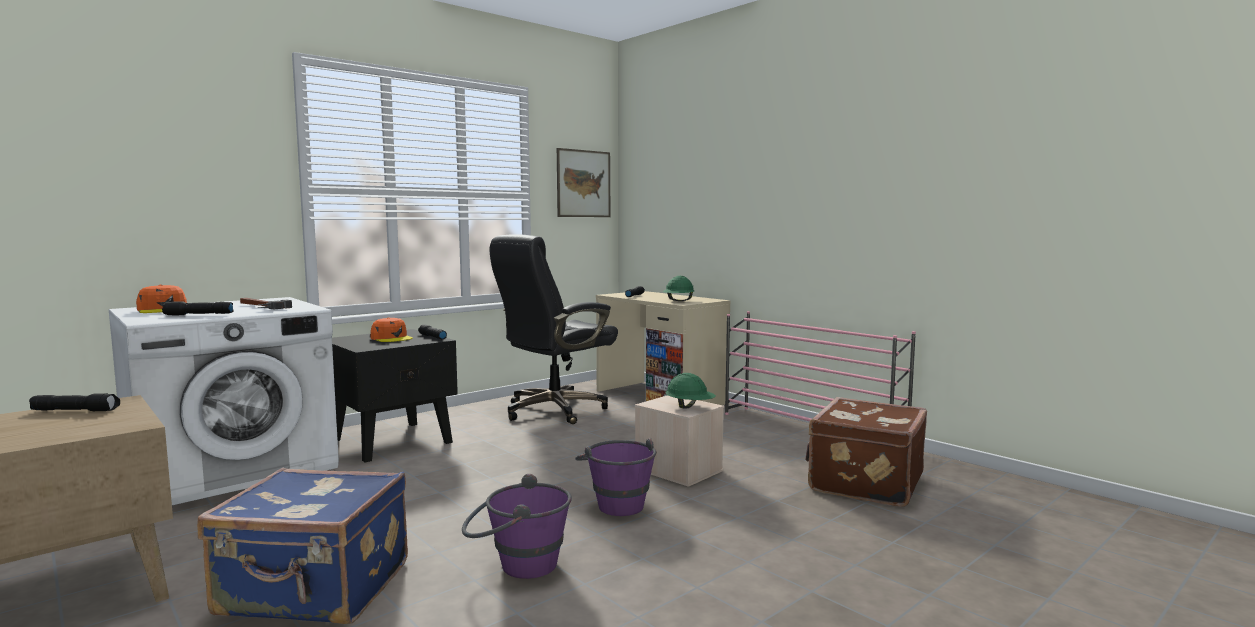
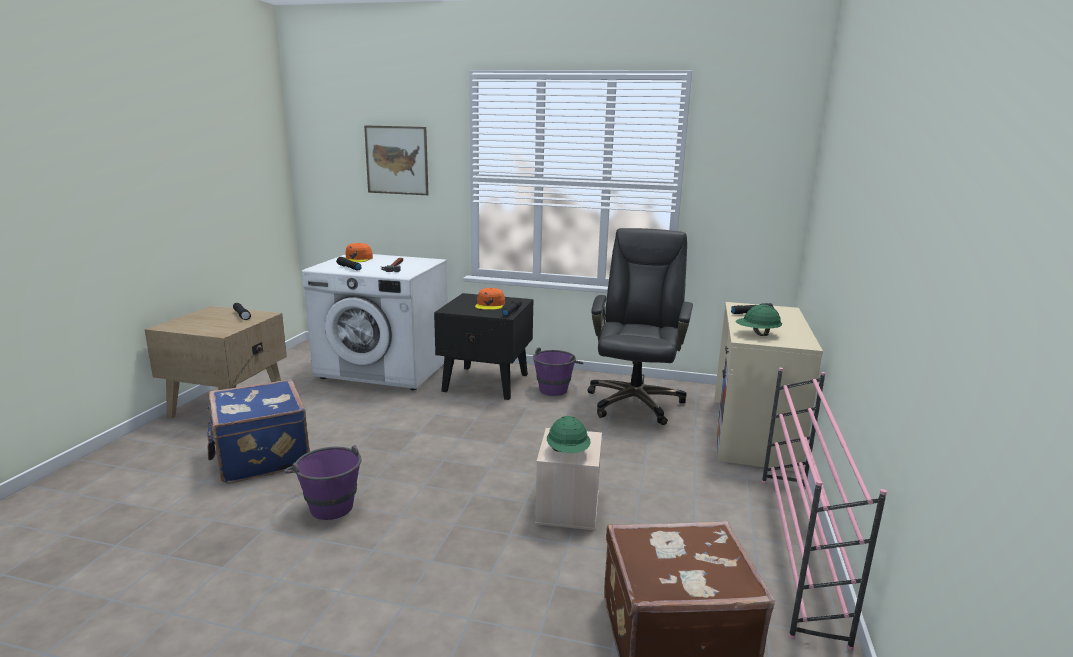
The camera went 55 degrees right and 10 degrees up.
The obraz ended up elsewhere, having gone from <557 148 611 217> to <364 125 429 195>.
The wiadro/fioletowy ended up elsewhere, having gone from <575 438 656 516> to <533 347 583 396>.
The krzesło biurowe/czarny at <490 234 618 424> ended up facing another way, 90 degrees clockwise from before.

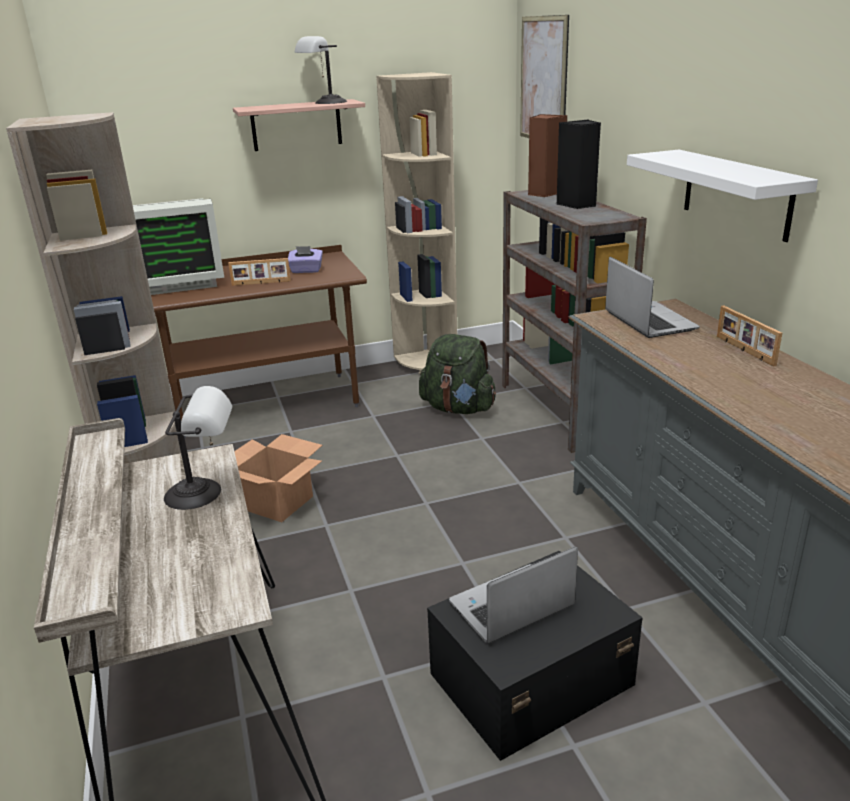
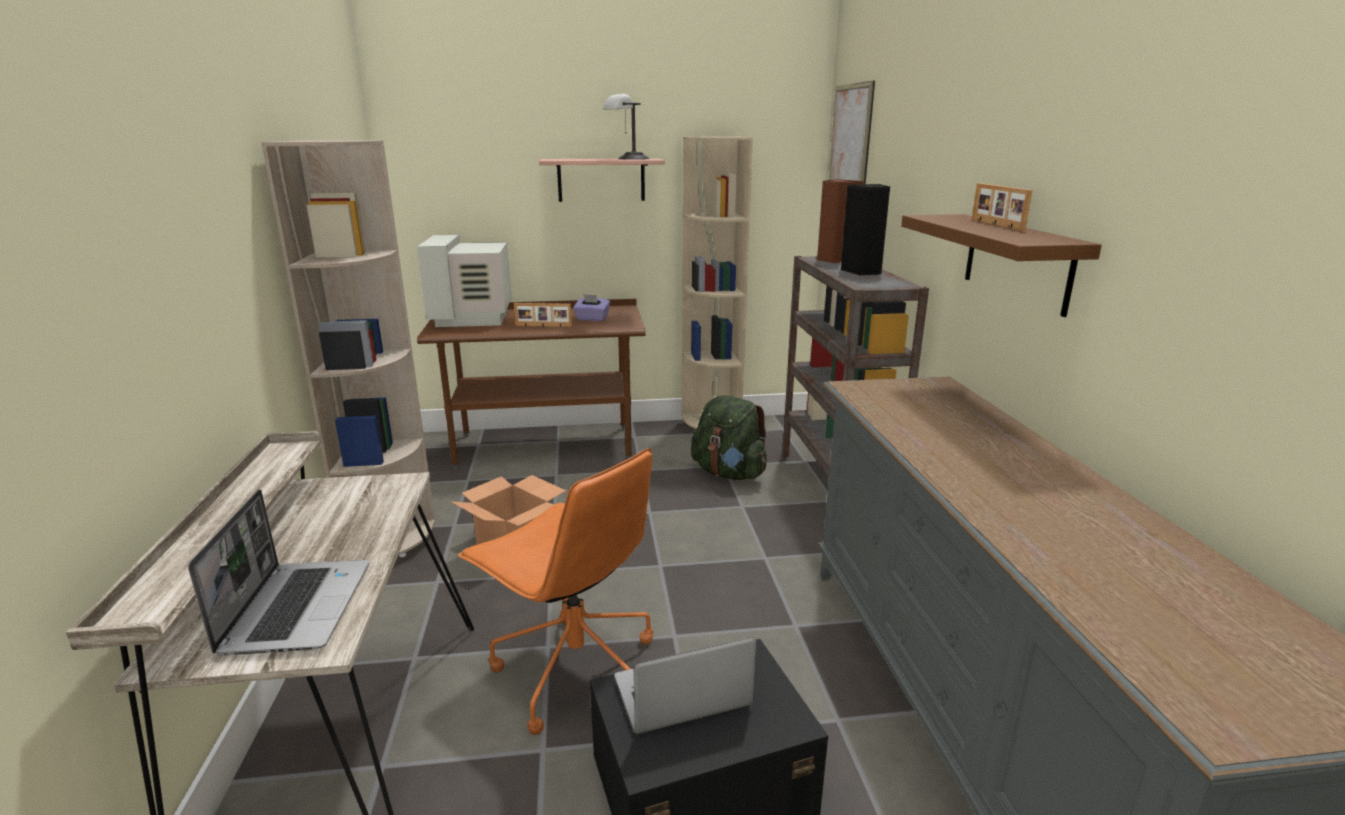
The camera went 10 degrees right and 5 degrees down.
The laptop ended up elsewhere, having gone from <605 257 700 338> to <188 489 369 656>.
The monitor at <133 198 224 295> ended up facing another way, 90 degrees clockwise from before.
The second view gained the krzesło biurowe/pomarańczowy at <458 448 653 735>.
What was the półka/biały at <627 150 818 242> turned into the półka/brązowy at <901 214 1102 317>.
The ramka na zdjęcie ended up elsewhere, having gone from <717 306 782 367> to <972 183 1033 231>.
The second view lost the lampa stołowa at <164 386 232 510>.

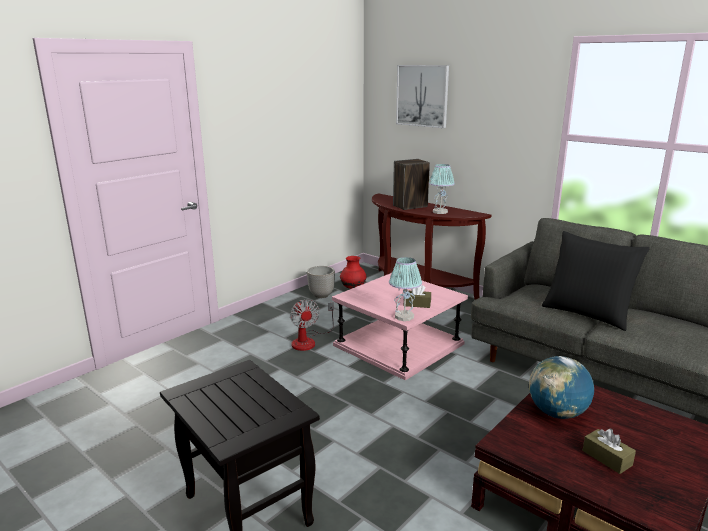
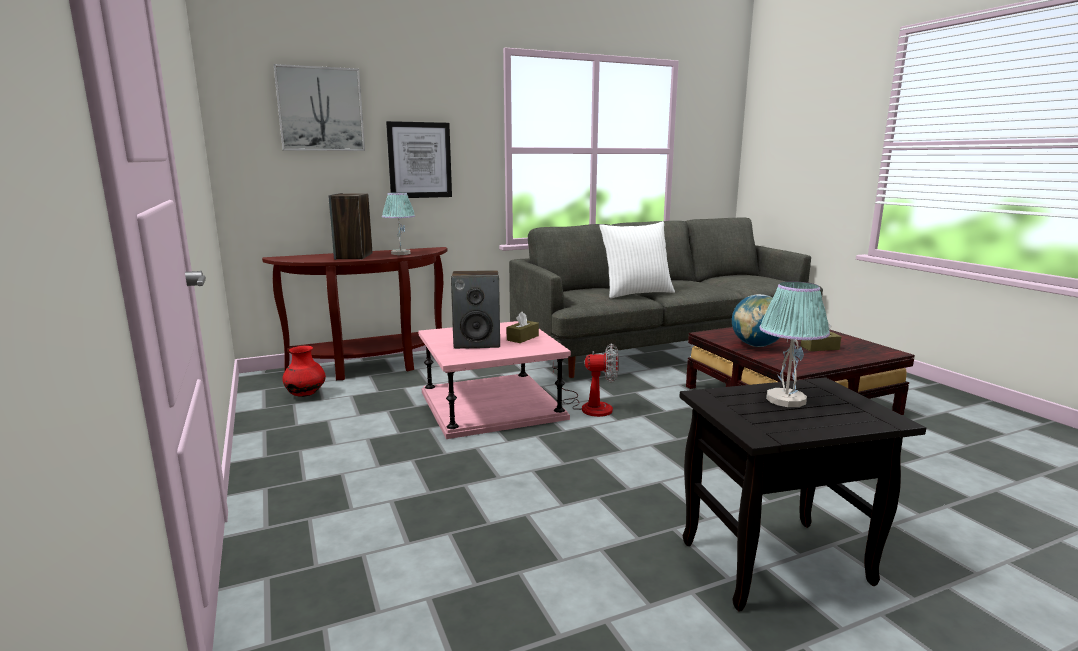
The camera went 65 degrees left and 5 degrees down.
The second view gained the obraz at <386 121 452 198>.
The second view gained the głośnik at <451 270 500 349>.
The wentylator ended up elsewhere, having gone from <290 299 334 351> to <553 344 619 417>.
What was the poduszka/czarny at <542 231 650 331> turned into the poduszka/biały at <599 221 675 299>.
The lampa stołowa ended up elsewhere, having gone from <389 257 422 321> to <759 281 830 407>.
The second view lost the donica at <307 266 335 298>.

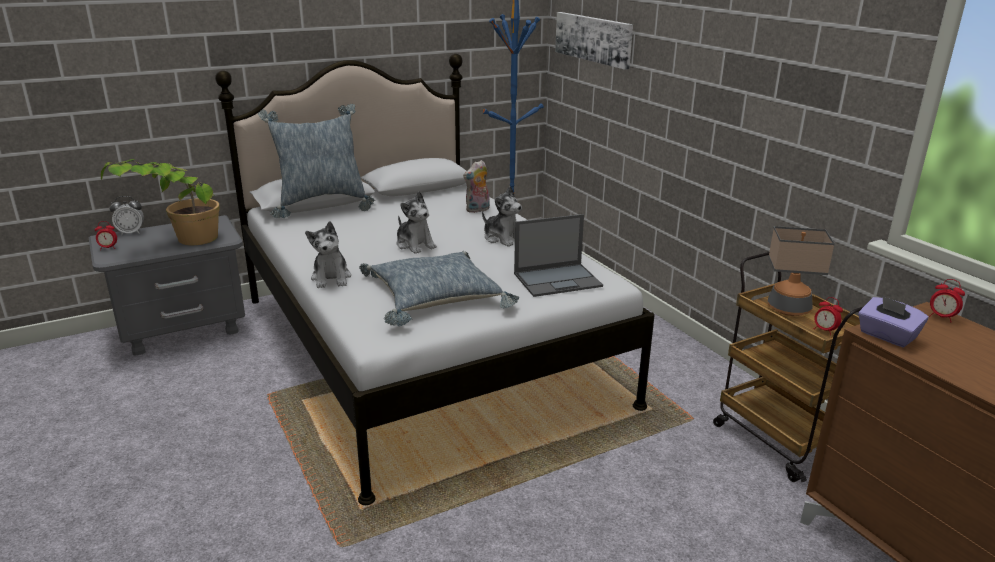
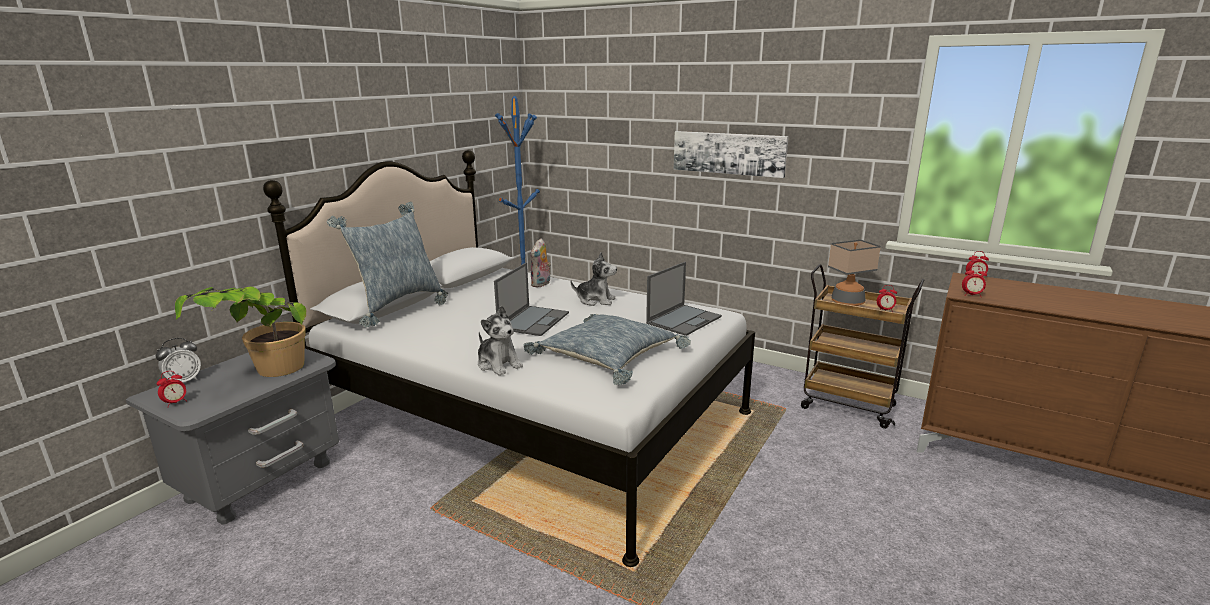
The camera went 30 degrees left and 5 degrees down.
Where the pluszak stood at <397 192 437 254>, the laptop came to stand at <494 263 569 336>.
The obraz ended up elsewhere, having gone from <555 12 633 70> to <674 131 789 178>.
Where the pudełko chusteczek/fioletowy stood at <858 296 929 348>, the budzik came to stand at <962 266 987 296>.

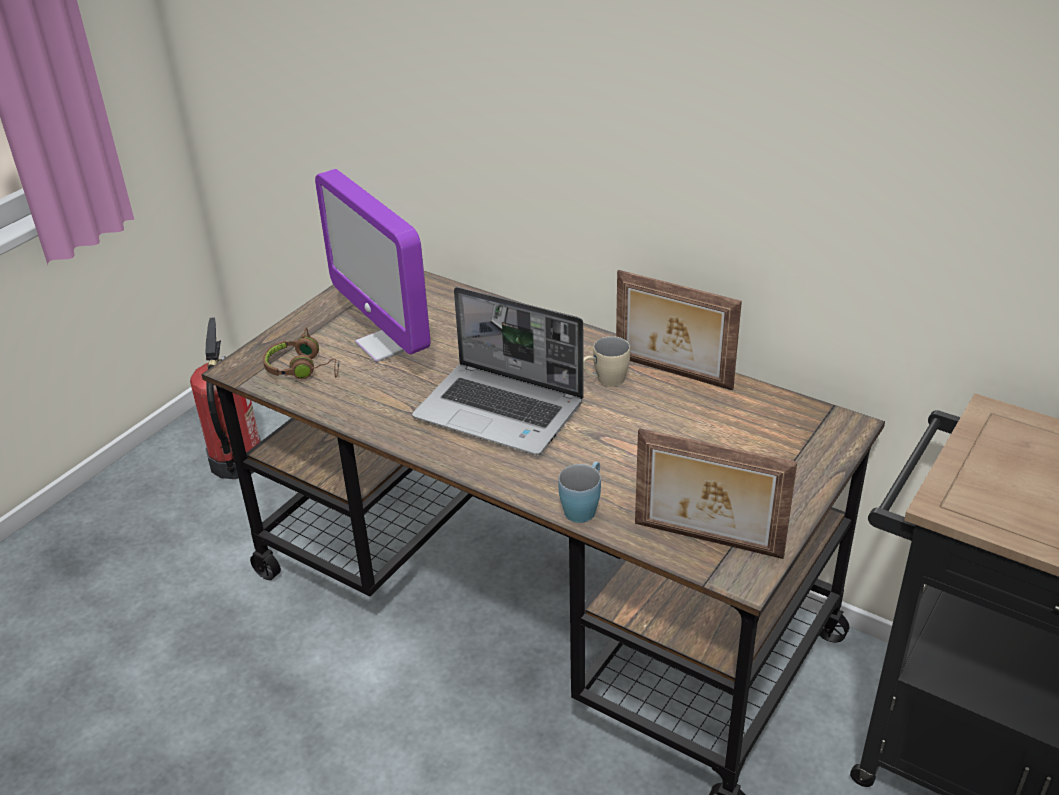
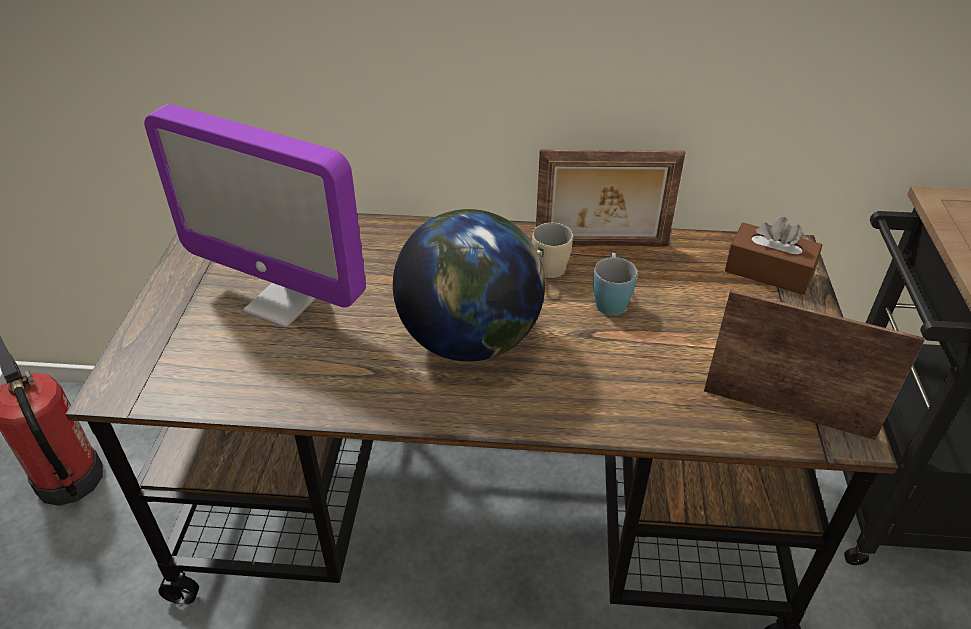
The camera went 30 degrees left and 5 degrees up.
Where the laptop stood at <412 287 584 455>, the globus came to stand at <393 209 545 362>.
The kubek/niebieski ended up elsewhere, having gone from <558 461 601 523> to <593 253 637 315>.
The ramka na zdjęcie at <635 428 797 559> ended up facing another way, 150 degrees counterclockwise from before.
The second view gained the pudełko chusteczek/brązowy at <725 217 822 295>.
The second view lost the słuchawki/brązowy at <263 328 339 379>.

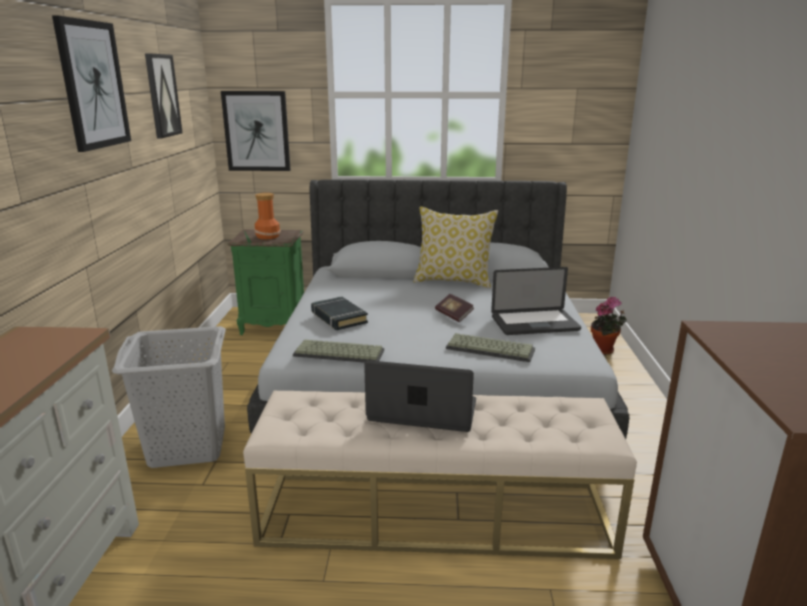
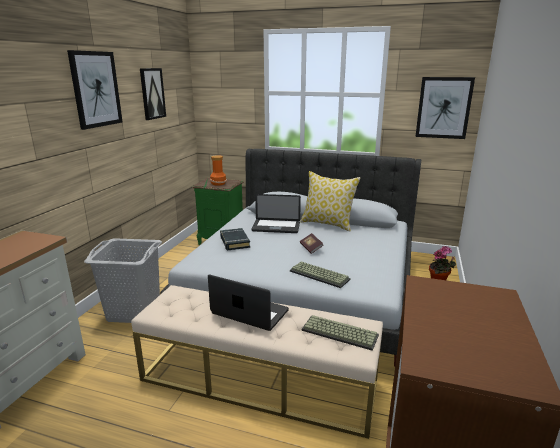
The camera went 15 degrees right and 0 degrees up.
The laptop ended up elsewhere, having gone from <491 267 581 335> to <252 194 301 233>.
The klawiatura ended up elsewhere, having gone from <293 339 384 363> to <302 315 379 351>.
The obraz ended up elsewhere, having gone from <221 91 290 171> to <415 77 475 139>.

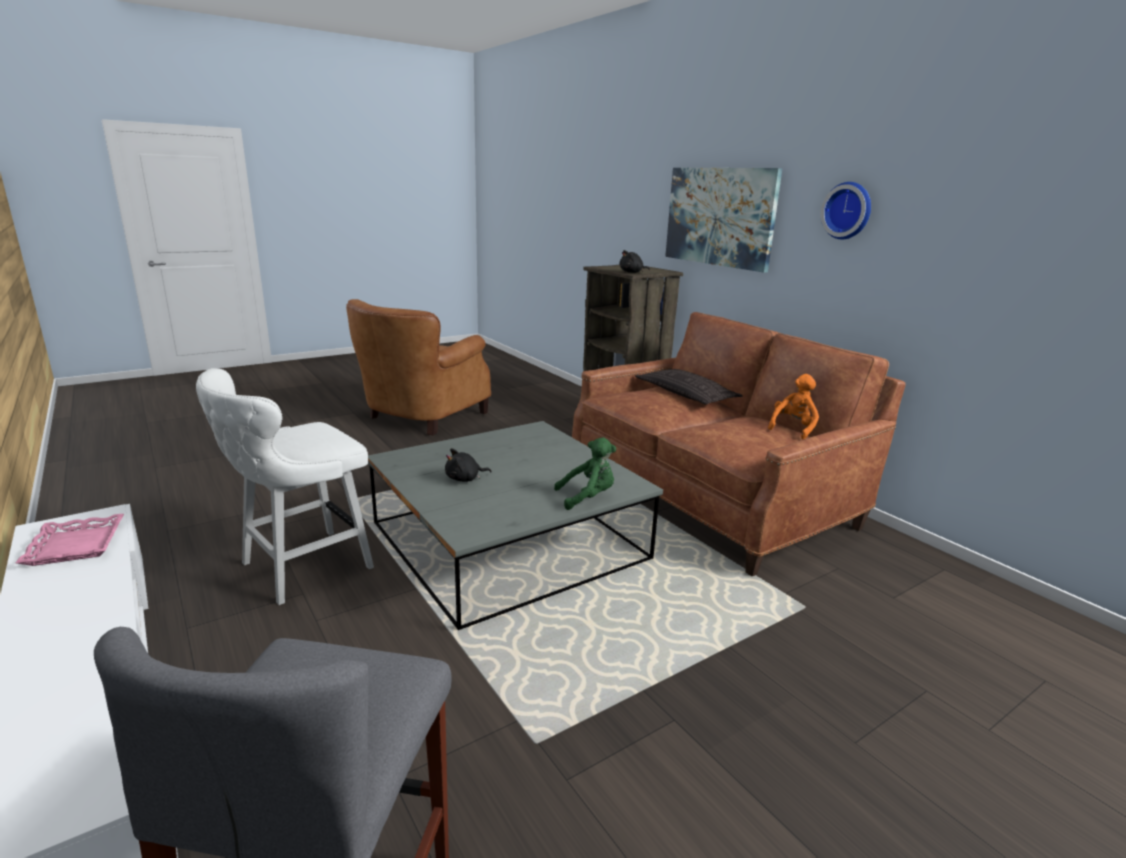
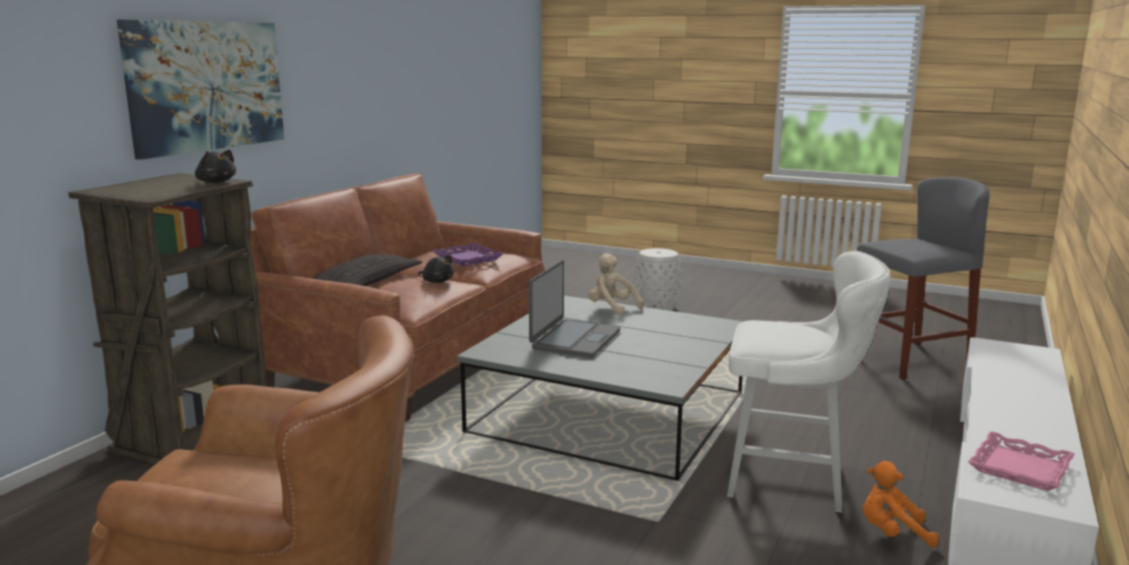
The camera went 120 degrees left and 5 degrees down.
The pluszak/czarny ended up elsewhere, having gone from <445 448 492 482> to <418 255 454 283>.
The second view gained the taca/fioletowy at <432 243 504 266>.
The second view gained the laptop at <529 260 620 358>.
What was the pluszak/zielony at <554 437 616 510> turned into the pluszak/beżowy at <589 253 644 316>.
The second view gained the stołek/biały at <634 248 682 311>.
The pluszak/pomarańczowy ended up elsewhere, having gone from <768 374 819 439> to <863 461 939 548>.
The second view lost the zegar ścienny at <820 182 871 239>.

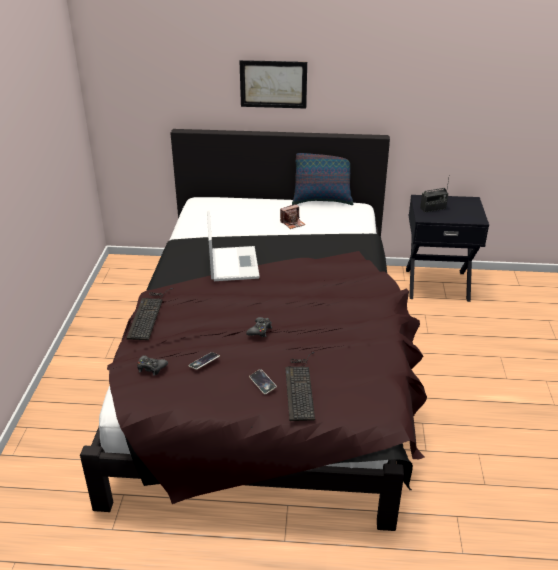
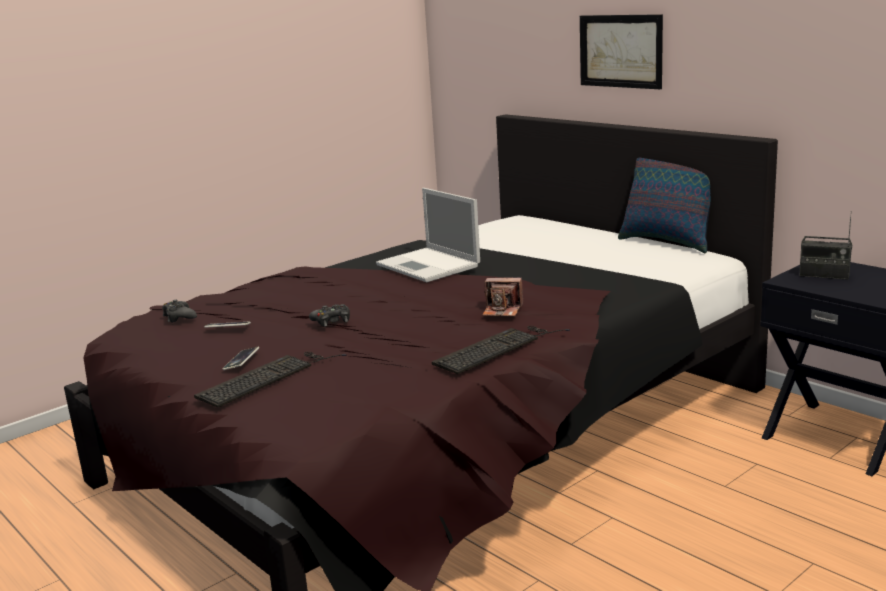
The camera went 45 degrees right and 15 degrees down.
The laptop at <207 211 260 281> ended up facing another way, 105 degrees clockwise from before.
The klawiatura ended up elsewhere, having gone from <127 288 173 340> to <432 326 570 374>.
The aparat fotograficzny ended up elsewhere, having gone from <280 204 306 229> to <482 277 523 316>.

